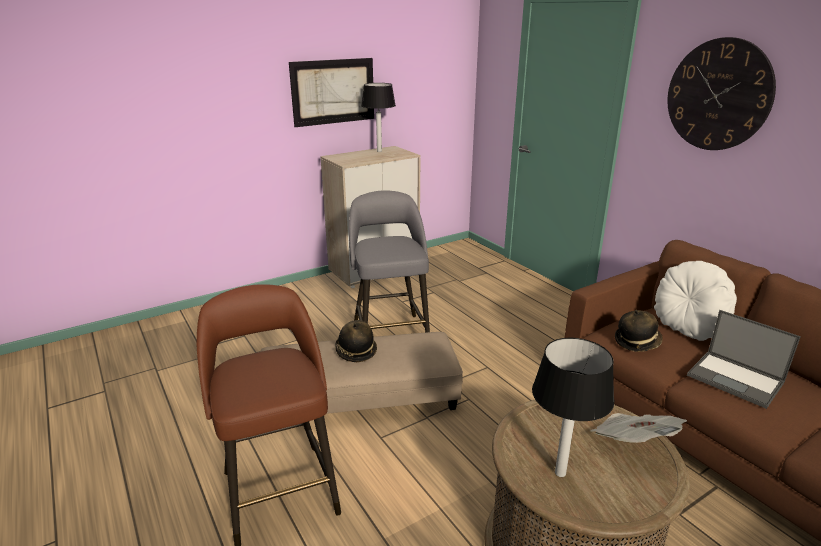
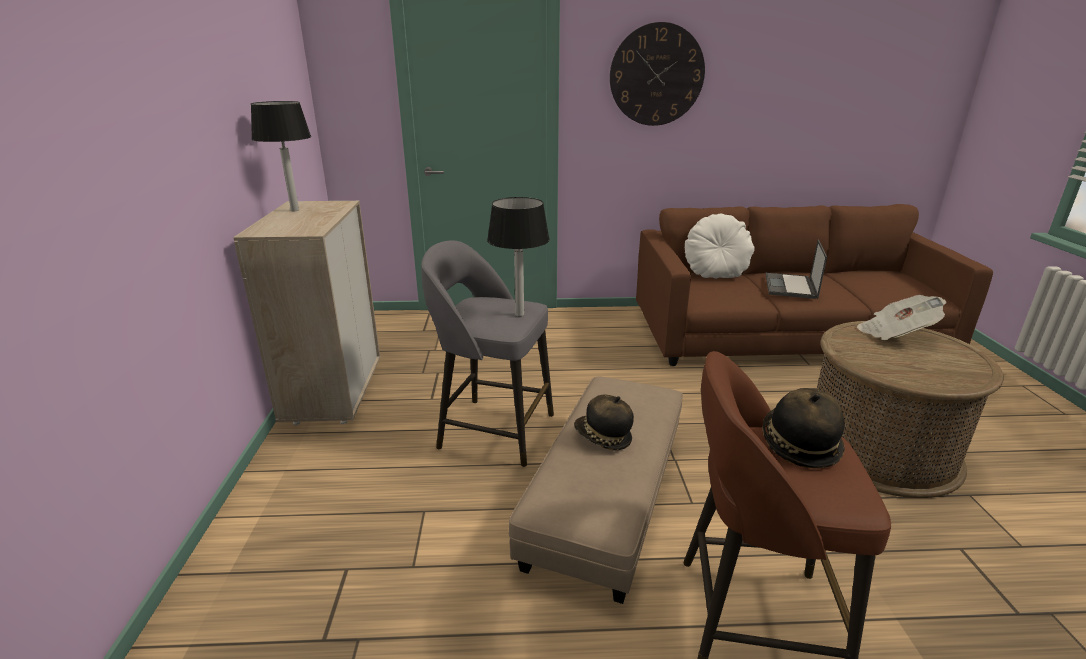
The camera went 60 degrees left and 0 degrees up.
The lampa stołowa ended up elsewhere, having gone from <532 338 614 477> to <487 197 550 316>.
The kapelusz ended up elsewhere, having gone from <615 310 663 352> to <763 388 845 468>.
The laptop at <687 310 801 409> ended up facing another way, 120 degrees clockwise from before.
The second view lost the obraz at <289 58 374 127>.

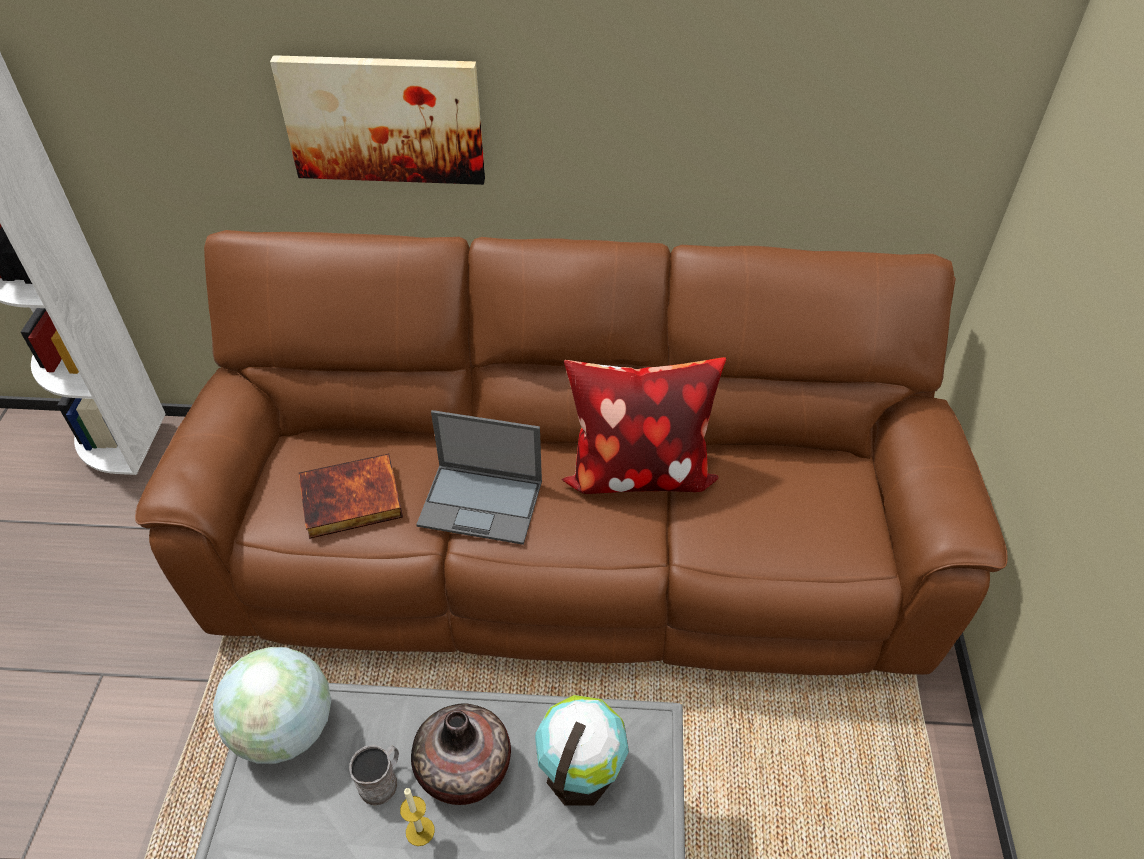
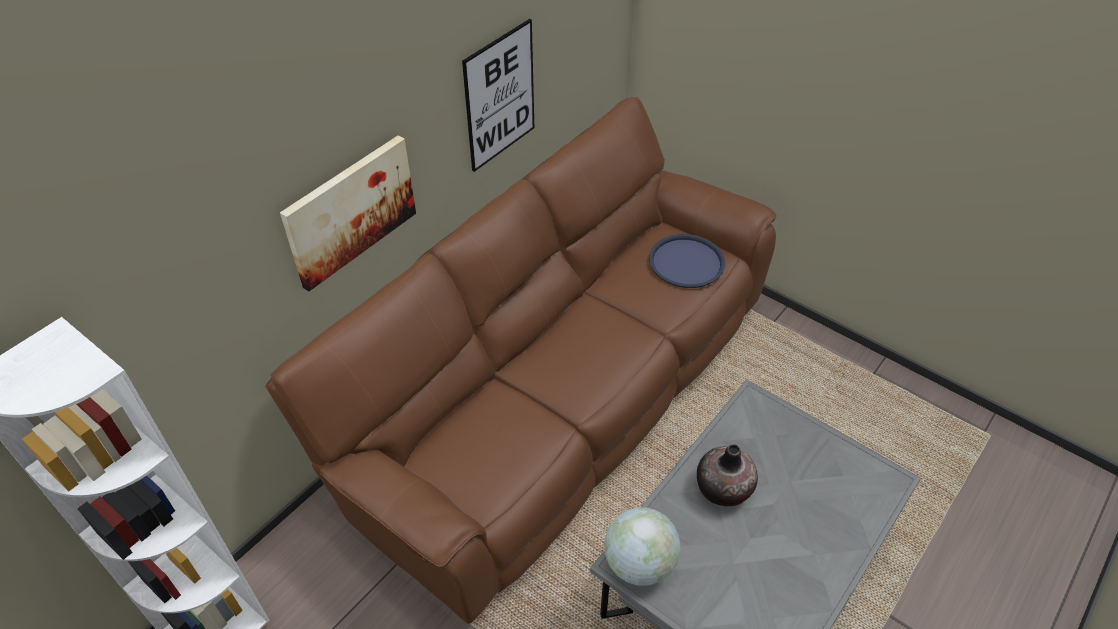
The camera went 55 degrees left and 0 degrees up.
The second view gained the obraz at <462 19 534 172>.
The second view gained the taca/niebieski at <649 234 725 288>.
The second view lost the książka at <299 453 403 539>.
The second view lost the kubek/szary at <349 745 399 805>.
The second view lost the świeca at <400 788 435 846>.
The second view lost the laptop at <416 410 542 545>.
The second view lost the globus at <535 695 629 806>.
The second view lost the poduszka at <561 357 726 494>.

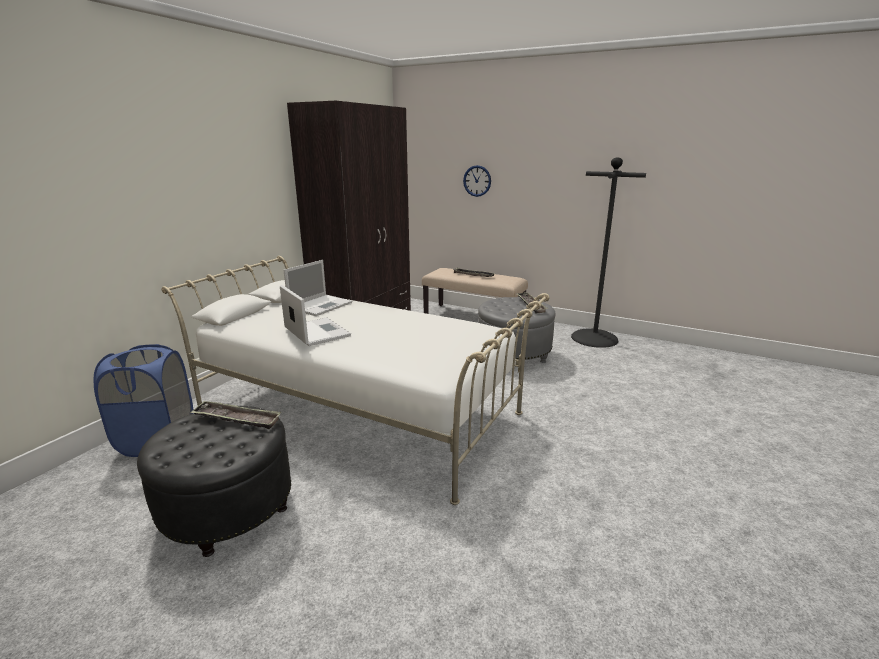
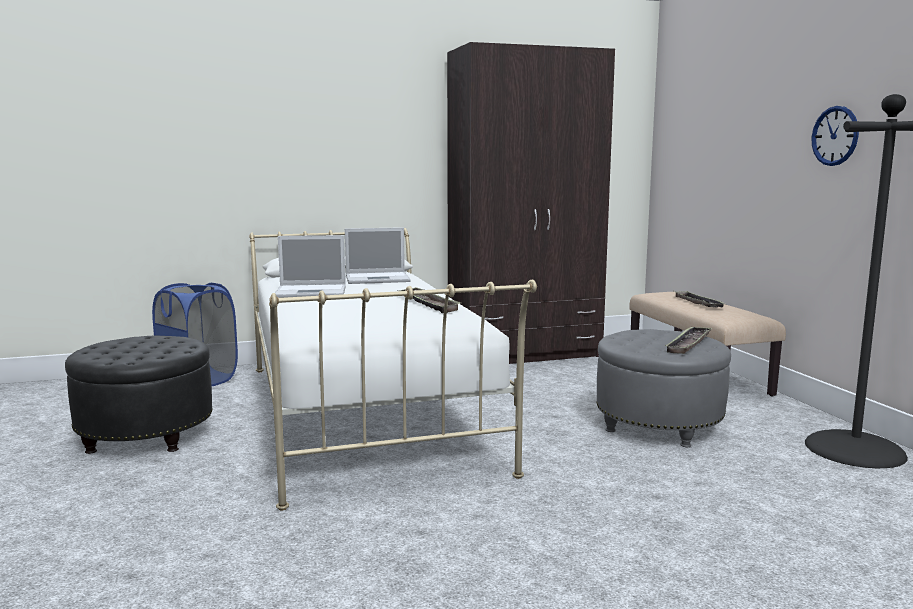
The camera went 45 degrees right and 10 degrees down.
The laptop at <280 285 351 346> ended up facing another way, 75 degrees clockwise from before.
The taca ended up elsewhere, having gone from <190 401 281 429> to <398 287 462 313>.
The zegar ścienny ended up elsewhere, having gone from <463 165 491 197> to <812 106 859 166>.

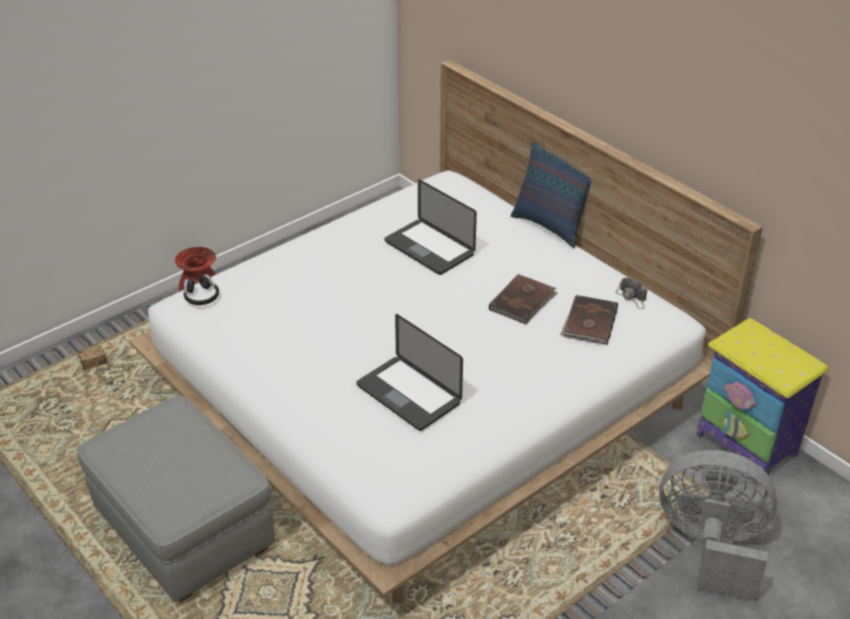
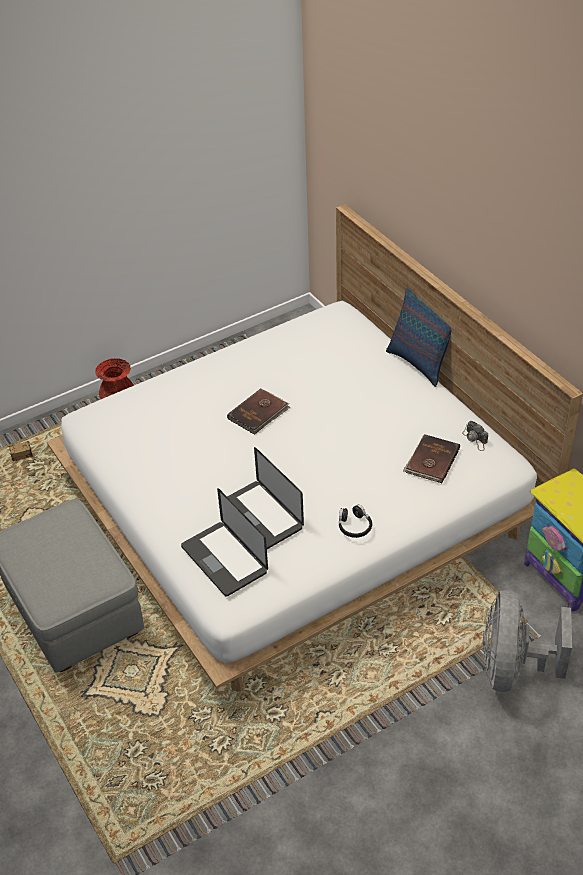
The camera went 10 degrees right and 5 degrees up.
The laptop ended up elsewhere, having gone from <384 179 477 275> to <181 488 268 597>.
The książka/brązowy ended up elsewhere, having gone from <489 274 558 324> to <227 389 290 435>.
The słuchawki/czarny ended up elsewhere, having gone from <183 274 219 305> to <339 504 372 538>.
The wentylator/szary at <659 450 777 601> ended up facing another way, 105 degrees counterclockwise from before.

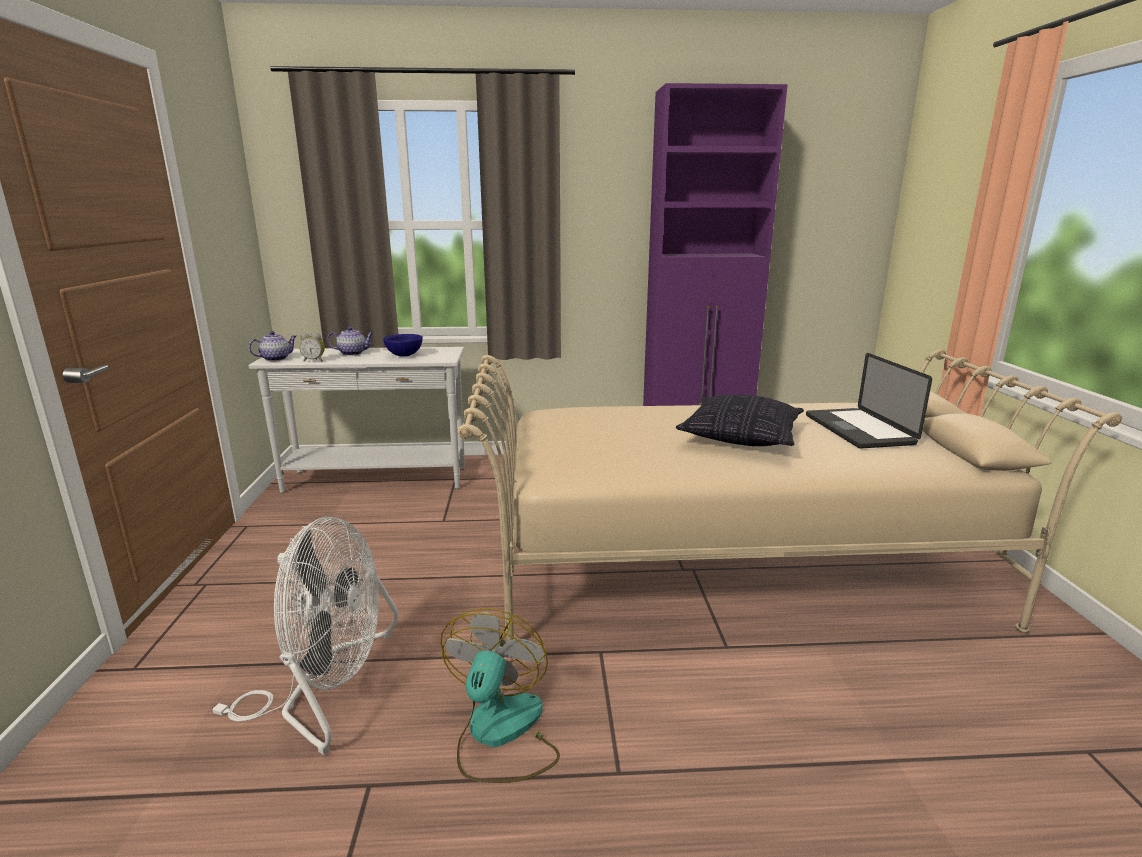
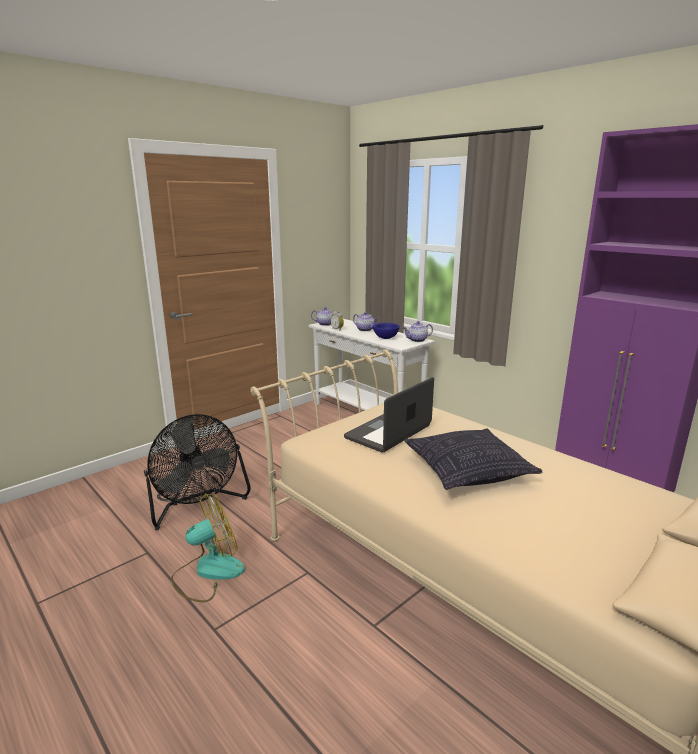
The camera went 50 degrees right and 0 degrees up.
What was the wentylator/biały at <212 517 398 755> turned into the wentylator/czarny at <144 414 251 530>.
The laptop ended up elsewhere, having gone from <806 353 932 449> to <344 377 434 453>.
The second view gained the imbryk at <403 321 433 342>.

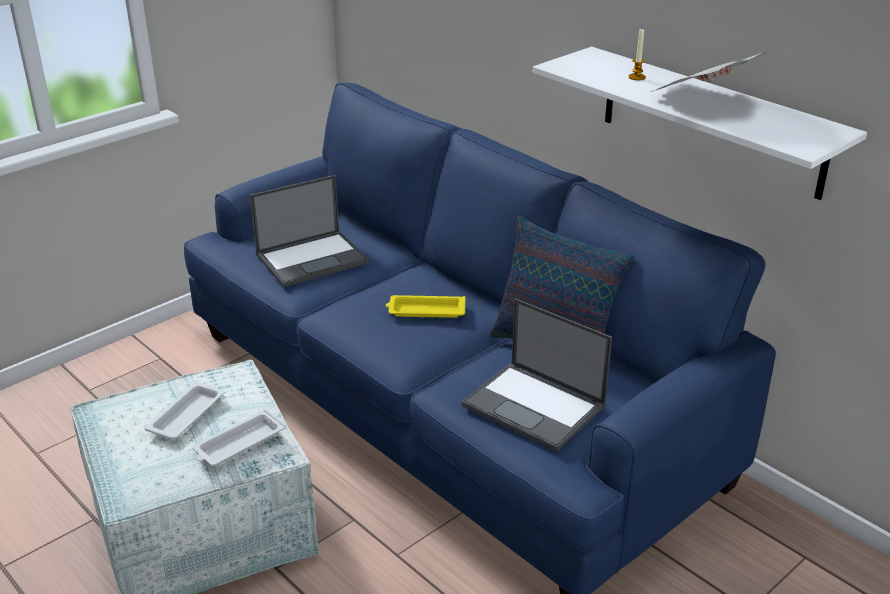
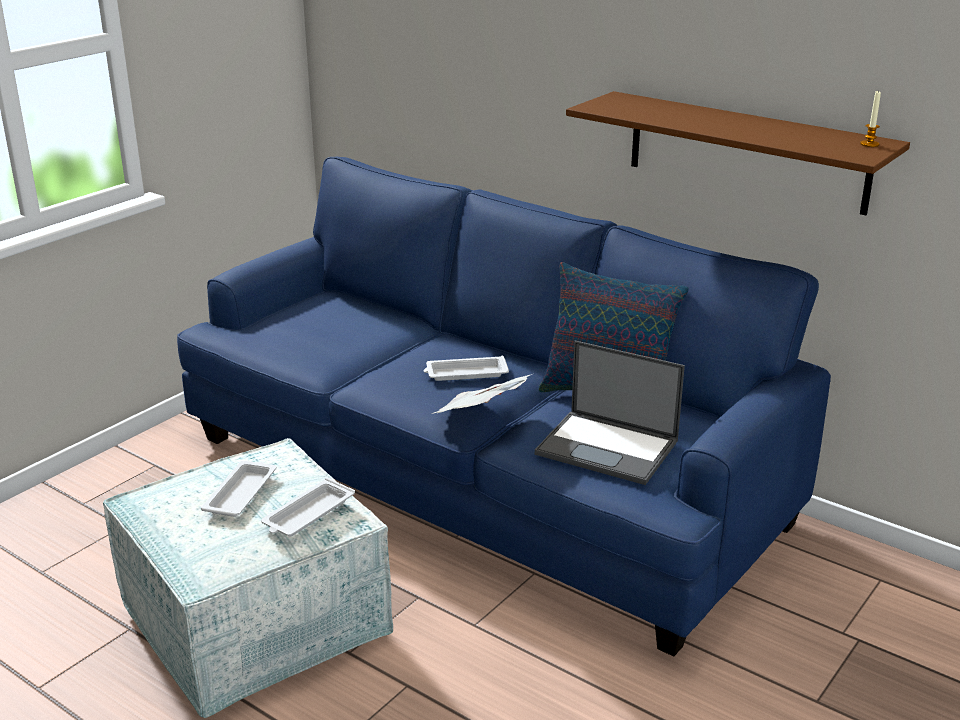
The camera went 10 degrees left and 5 degrees down.
What was the taca/żółty at <386 295 466 318> turned into the taca/biały at <424 356 509 381>.
The gazeta ended up elsewhere, having gone from <650 52 767 92> to <432 374 532 414>.
What was the półka/biały at <533 47 867 200> turned into the półka/brązowy at <566 91 910 215>.
The świeca ended up elsewhere, having gone from <629 29 646 80> to <860 90 881 147>.
The second view lost the laptop at <250 175 369 287>.

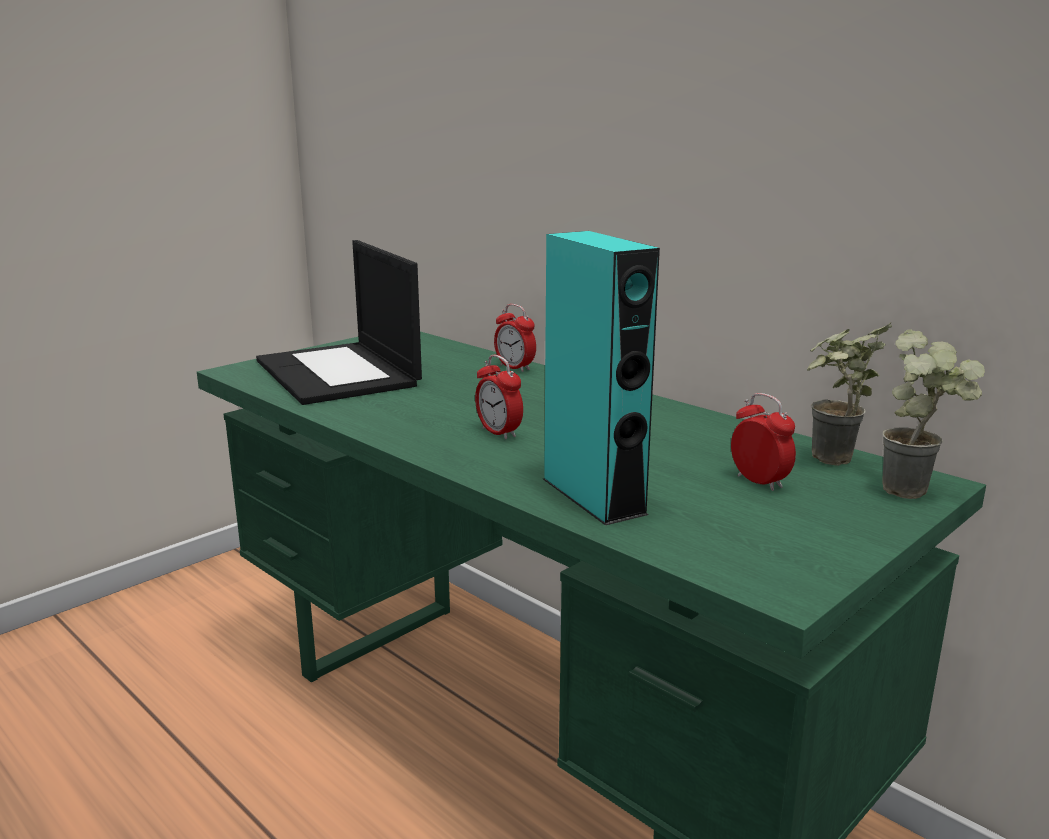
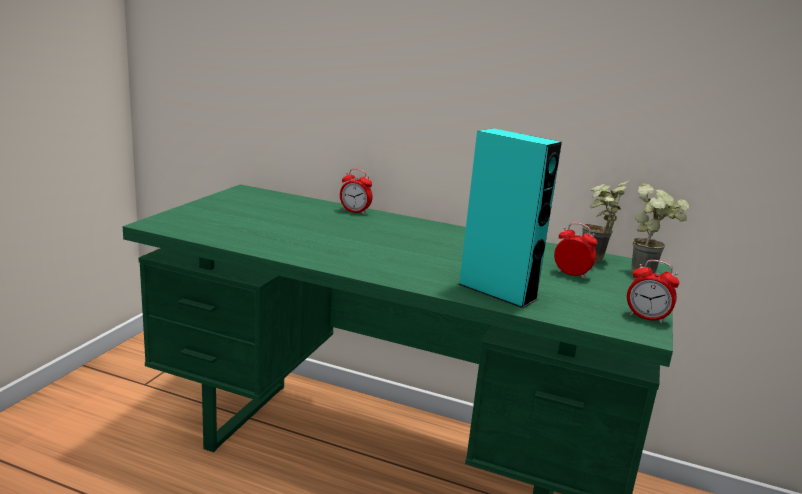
The camera went 25 degrees left and 0 degrees up.
The budzik ended up elsewhere, having gone from <475 355 523 440> to <627 260 679 324>.
The second view lost the laptop at <256 240 422 405>.

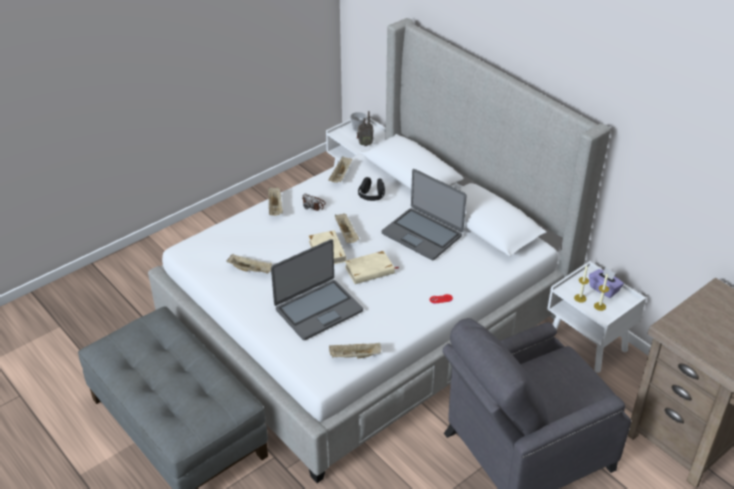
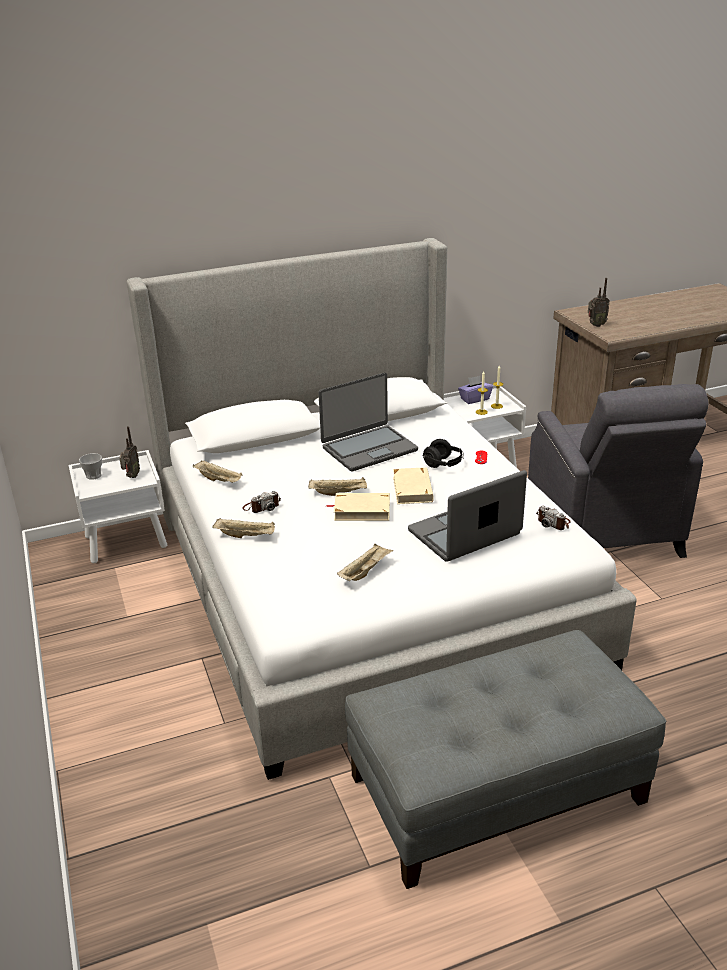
The camera went 70 degrees left and 10 degrees down.
The laptop at <271 239 363 340> ended up facing another way, 105 degrees counterclockwise from before.
The słuchawki/czarny ended up elsewhere, having gone from <358 177 385 201> to <423 439 464 468>.
Where the taca/beżowy stood at <329 342 381 358>, the aparat fotograficzny came to stand at <536 506 571 530>.
The second view gained the radio at <588 278 610 327>.

